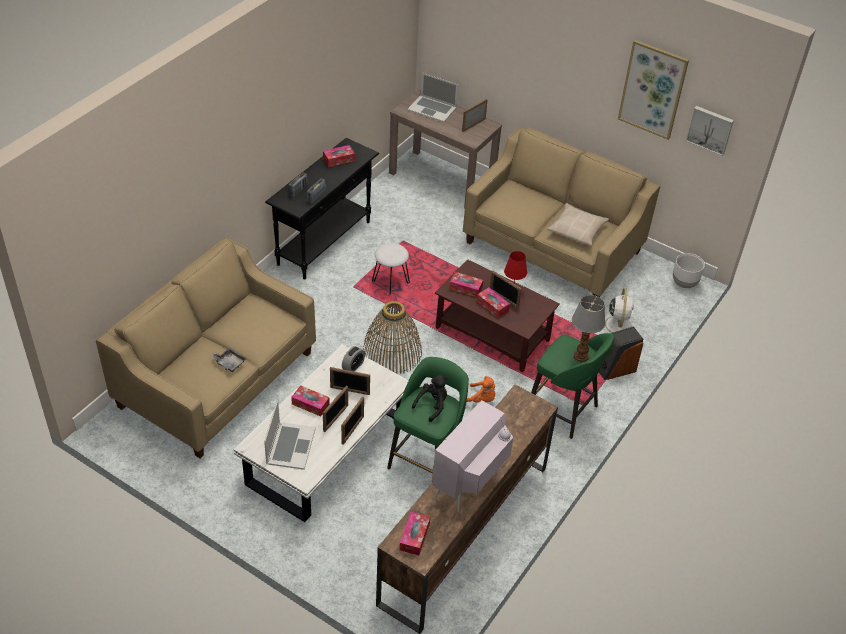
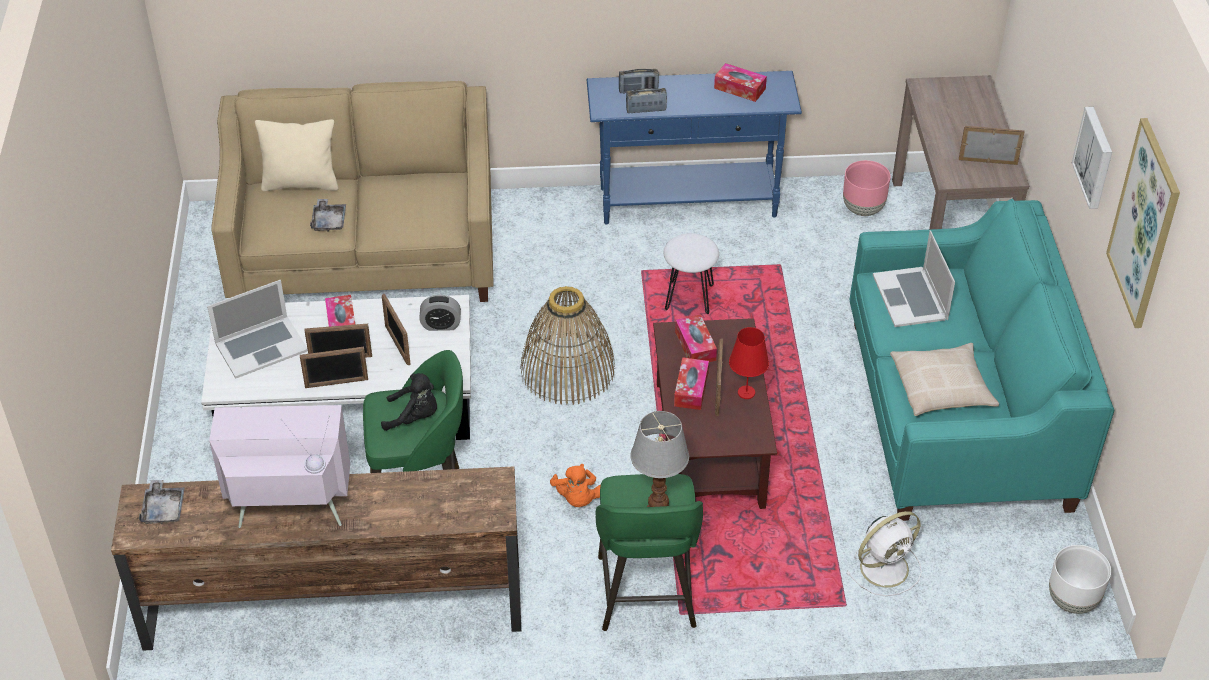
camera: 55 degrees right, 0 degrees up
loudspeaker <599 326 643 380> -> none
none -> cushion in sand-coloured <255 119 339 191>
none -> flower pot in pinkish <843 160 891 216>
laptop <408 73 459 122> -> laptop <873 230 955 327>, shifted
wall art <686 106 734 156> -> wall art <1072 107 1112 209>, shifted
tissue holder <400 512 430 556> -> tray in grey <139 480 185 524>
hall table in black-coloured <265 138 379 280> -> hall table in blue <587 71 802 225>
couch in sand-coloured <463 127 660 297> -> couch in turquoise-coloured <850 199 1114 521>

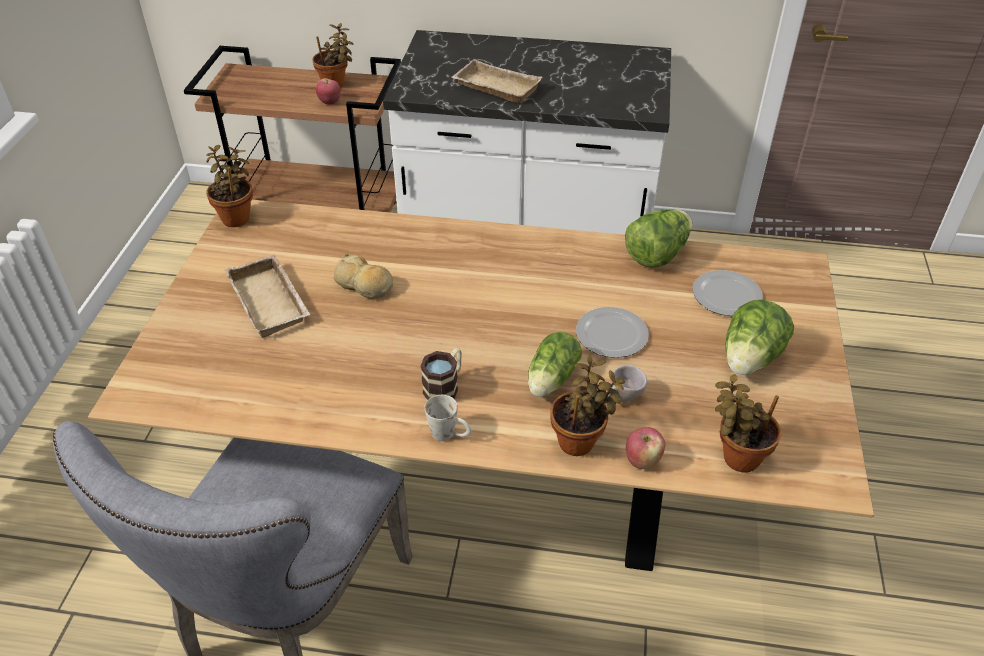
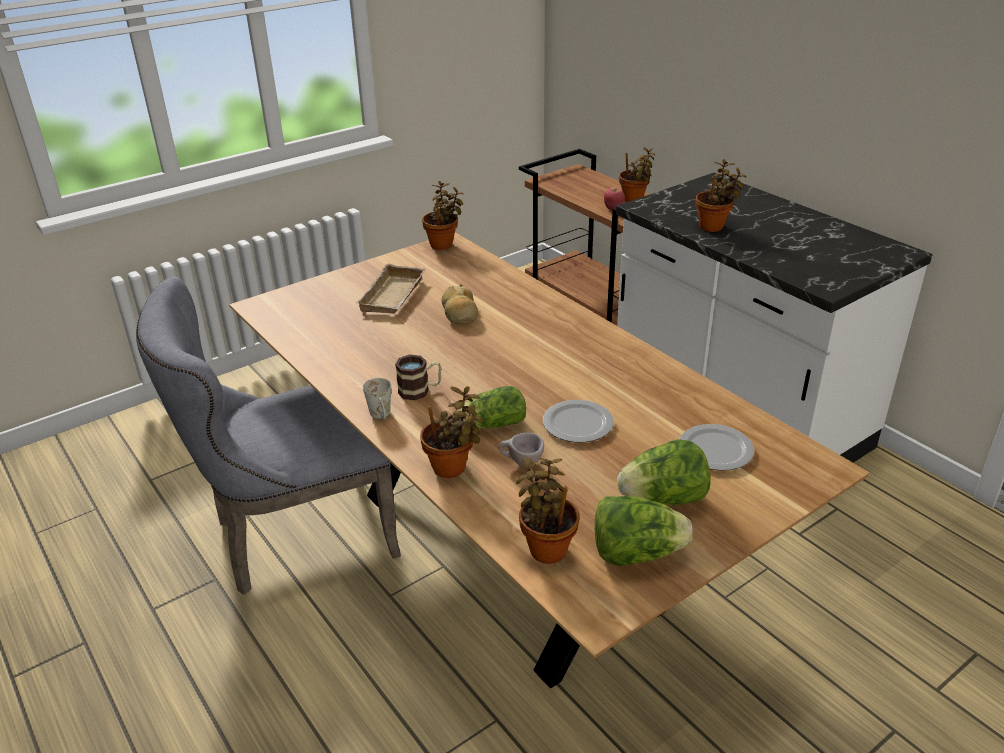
camera: 45 degrees right, 10 degrees down
apple fruit <626 427 665 469> -> none
lettuce head <625 209 692 268> -> lettuce head <595 496 693 566>, shifted
tray in sand-coloured <451 59 542 103> -> plant in a pot <695 159 747 232>

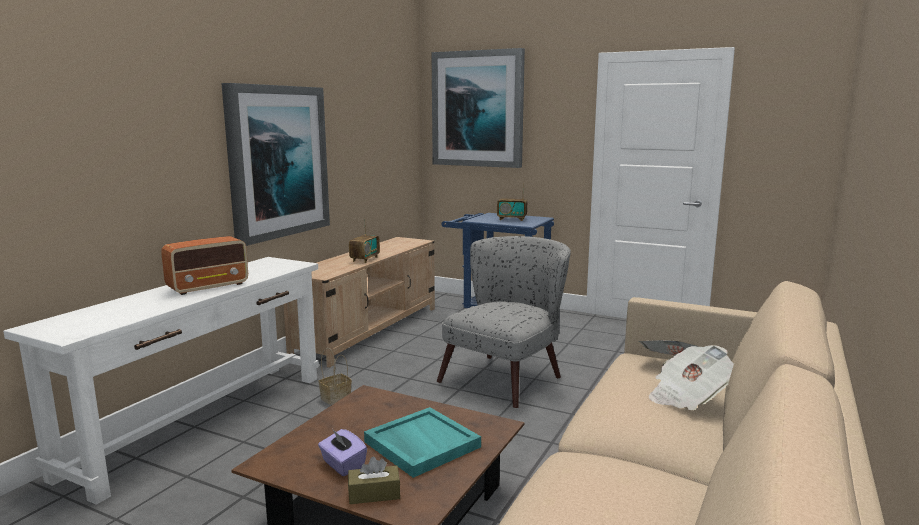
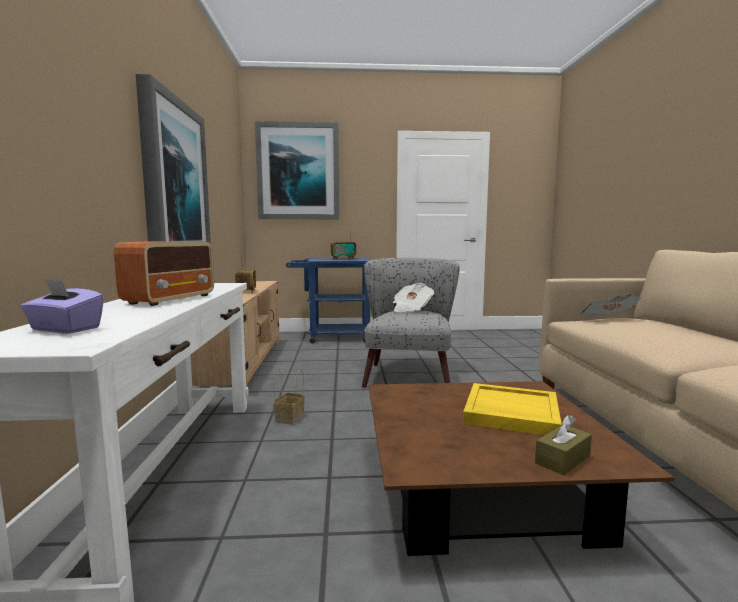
camera: 30 degrees left, 5 degrees down
tissue holder in purplish <318 429 367 476> -> tissue holder in purplish <20 279 104 334>, shifted
daily paper <648 345 734 410> -> daily paper <393 283 434 312>, shifted
tray in turquoise-coloured <364 407 481 478> -> tray in yellow-coloured <463 383 562 435>

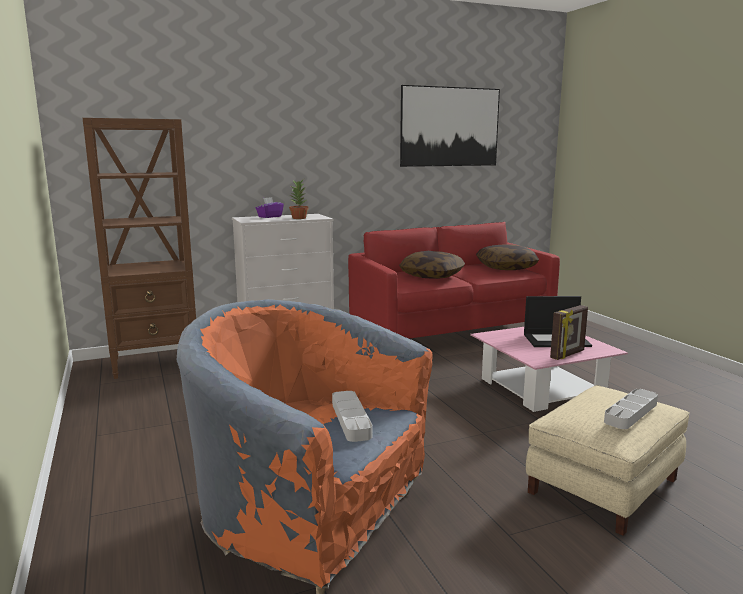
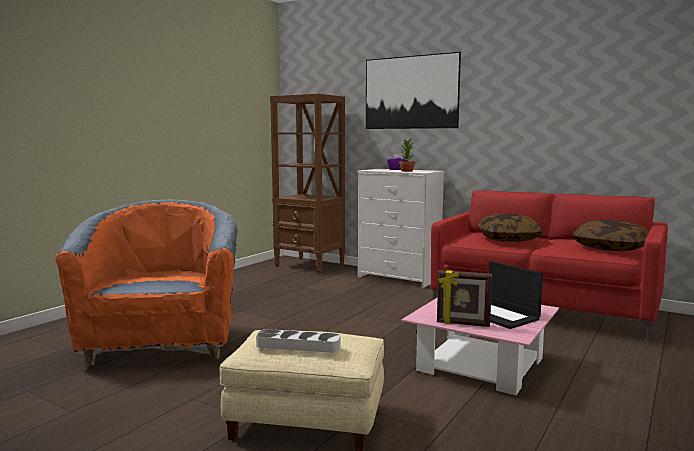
camera: 55 degrees right, 5 degrees down
tray in grey <332 391 372 442> -> none
wall art <400 85 500 167> -> wall art <366 52 461 129>, shifted

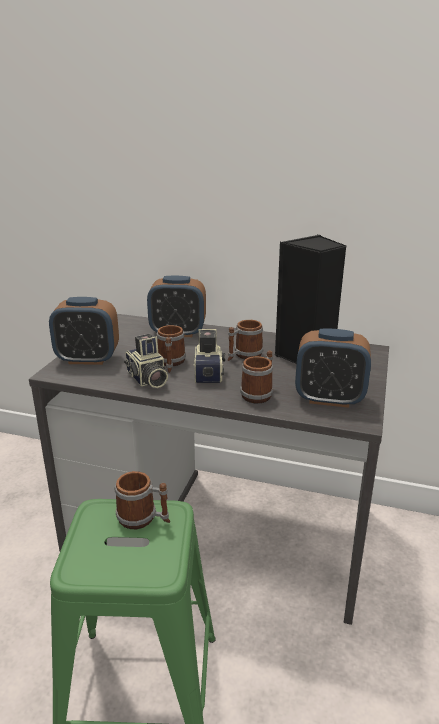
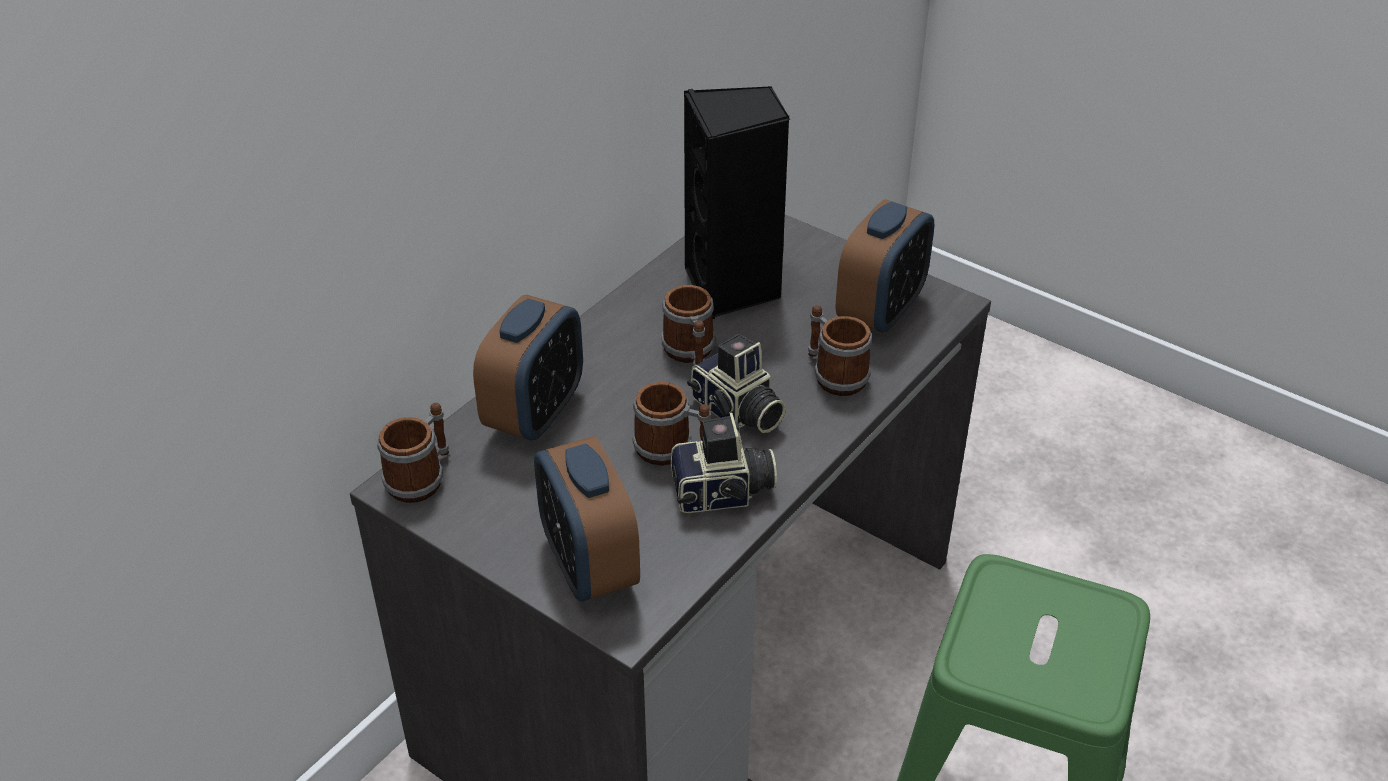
camera: 70 degrees left, 15 degrees up
coffee mug <115 471 170 529> -> coffee mug <377 403 449 503>, shifted
table clock <49 297 119 365> -> table clock <534 436 640 602>, 135 degrees clockwise
still camera <194 329 225 383> -> still camera <687 334 786 433>, 150 degrees counterclockwise

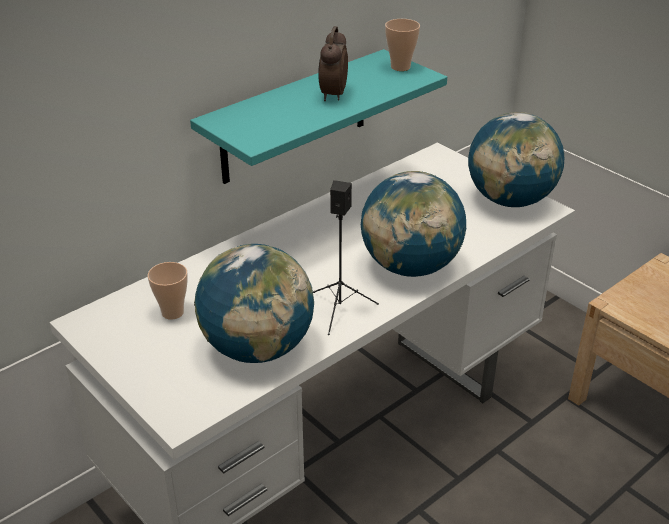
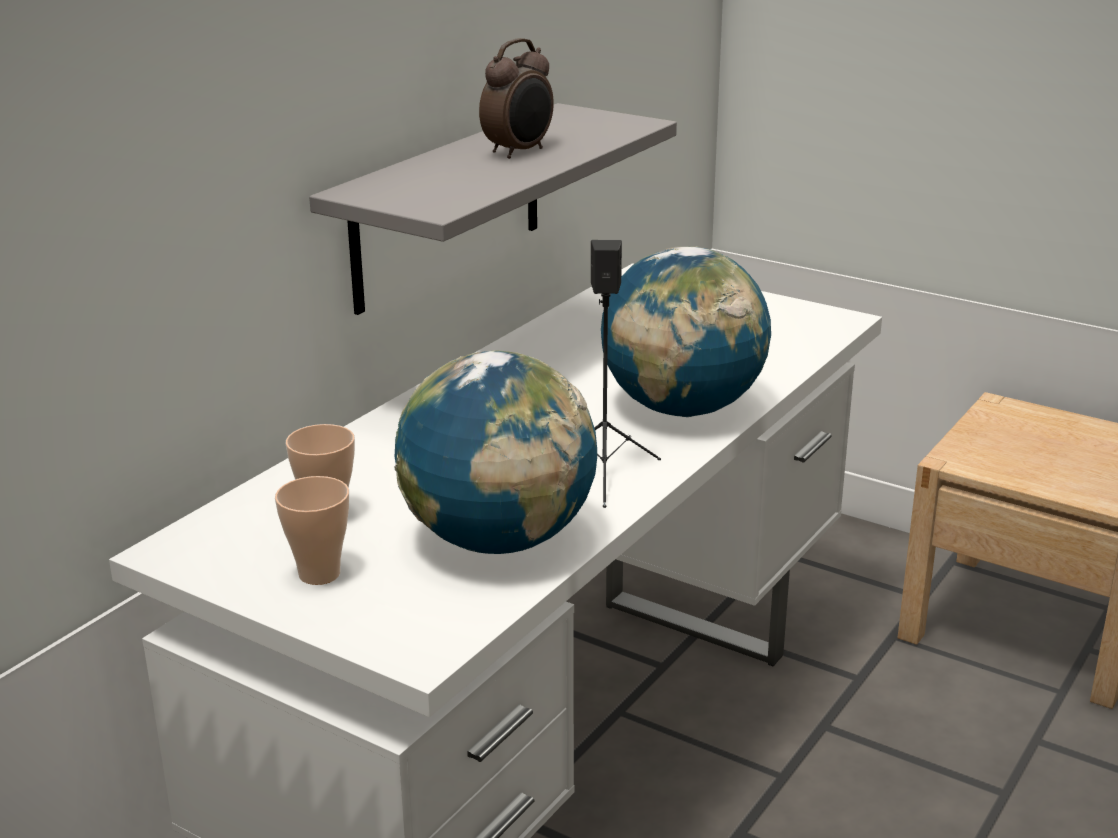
camera: 15 degrees left, 10 degrees down
world globe <468 112 564 207> -> none
drinking cup <385 19 420 71> -> drinking cup <275 476 349 585>, shifted
bracket shelf in turquoise-coloured <190 49 447 184> -> bracket shelf in grey <309 103 677 315>
table clock <318 26 348 101> -> table clock <479 38 554 159>, 135 degrees counterclockwise

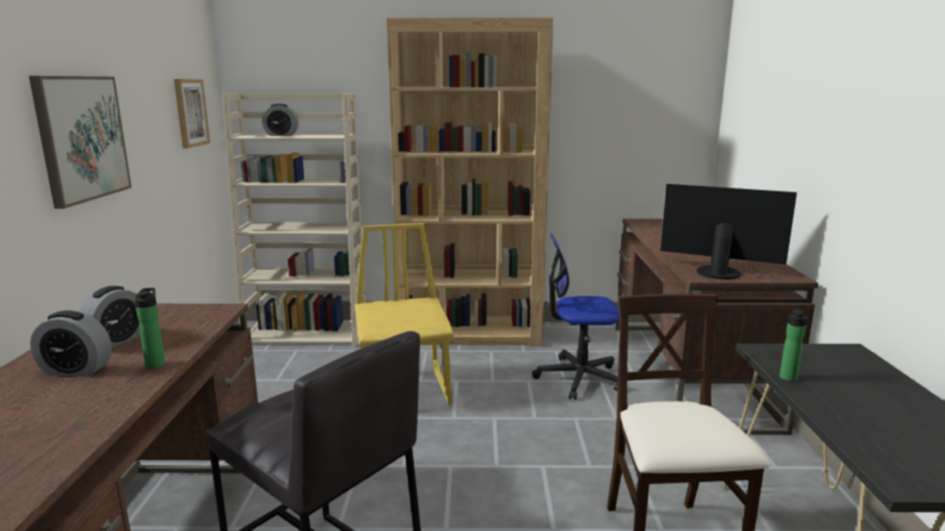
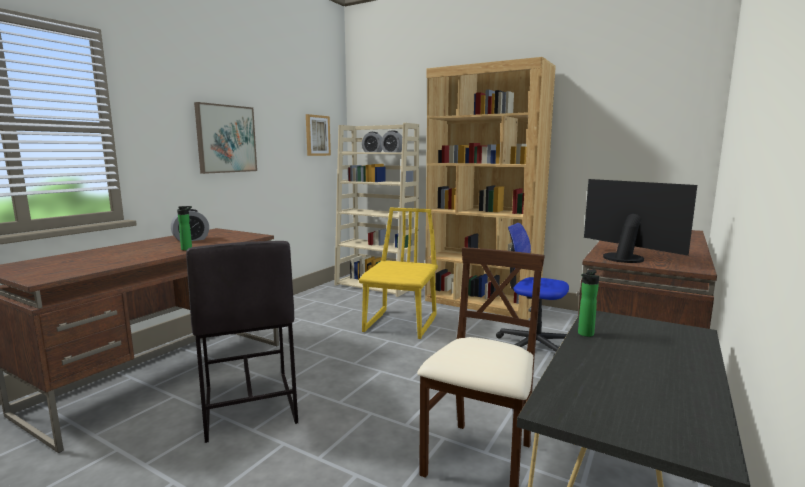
camera: 30 degrees right, 5 degrees down
table clock <30 310 112 377> -> table clock <381 130 402 152>, shifted

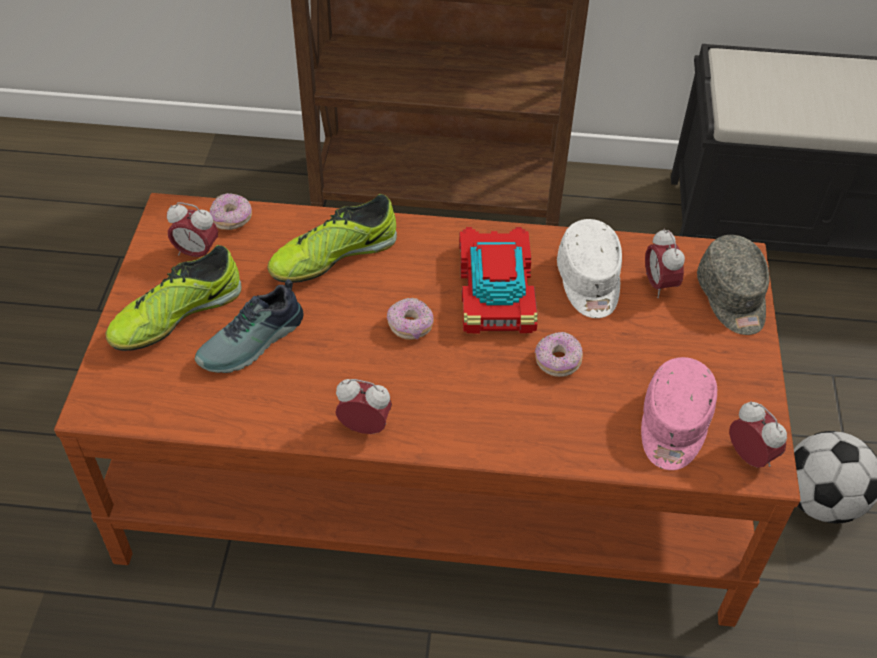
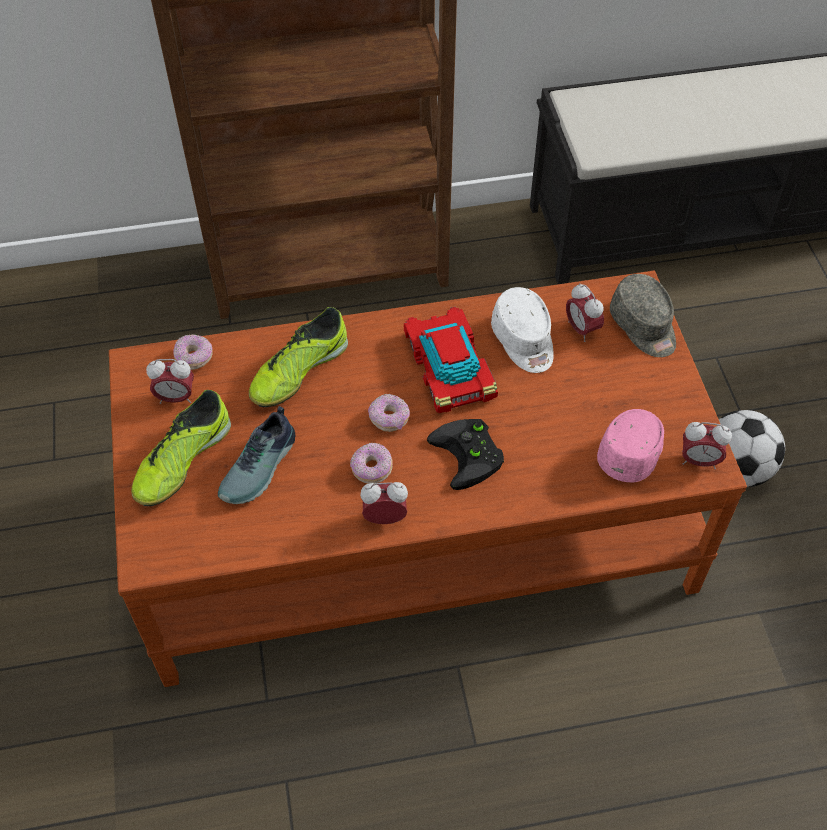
camera: 15 degrees left, 5 degrees up
none -> game controller in black-coloured <427 419 504 490>
donut <535 332 583 377> -> donut <350 443 393 484>, shifted
baseball cap in pinkish <641 357 717 470> -> baseball cap in pinkish <597 409 664 482>, 150 degrees counterclockwise
table clock <729 401 787 468> -> table clock <682 422 732 469>, 150 degrees clockwise

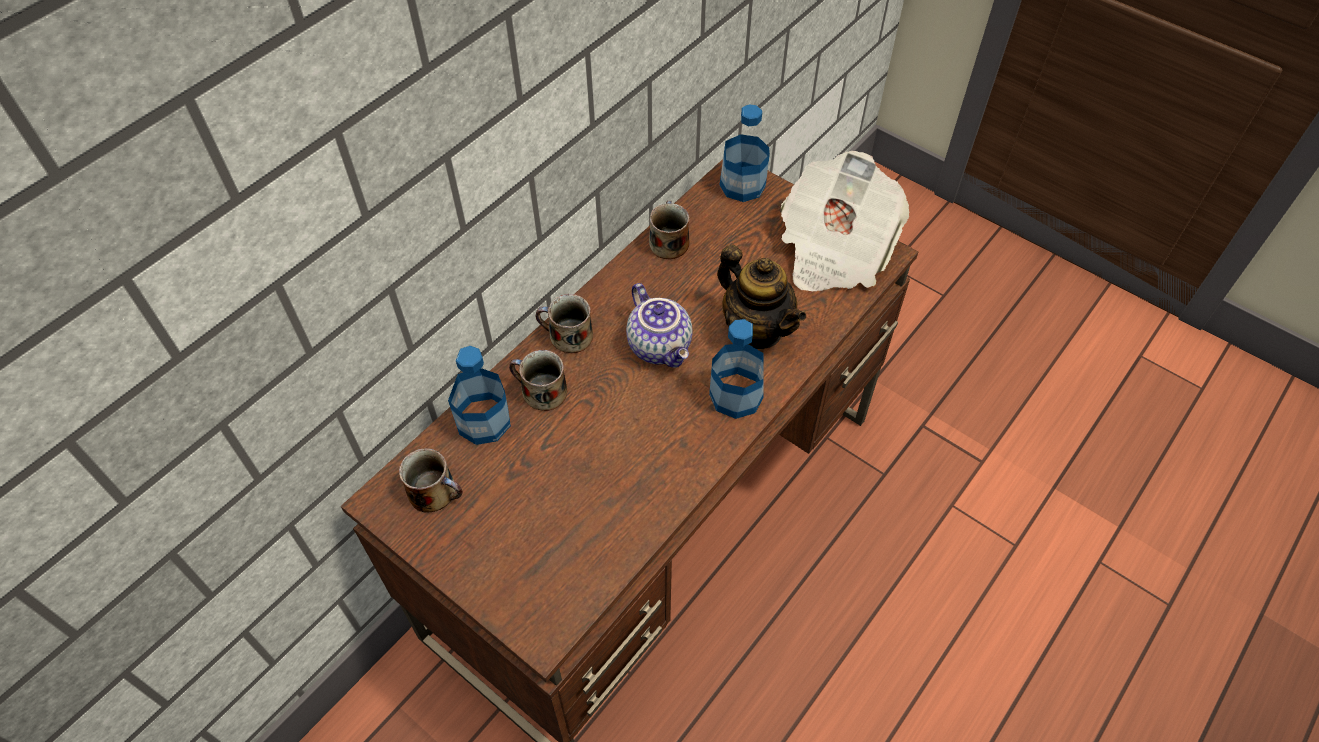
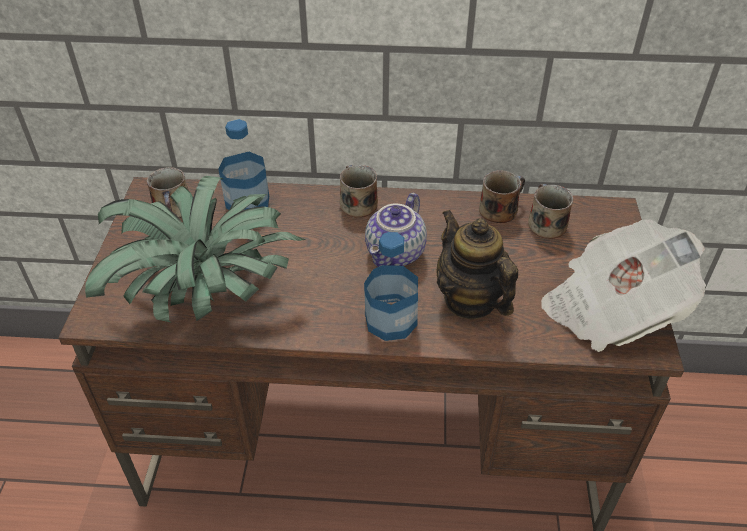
camera: 55 degrees right, 10 degrees down
drink bottle <720 104 770 202> -> none
none -> plant in a pot <85 176 306 323>
coffee mug <509 350 567 411> -> coffee mug <528 184 573 239>, shifted
tea pot <717 245 806 349> -> tea pot <436 210 518 319>, 135 degrees clockwise

